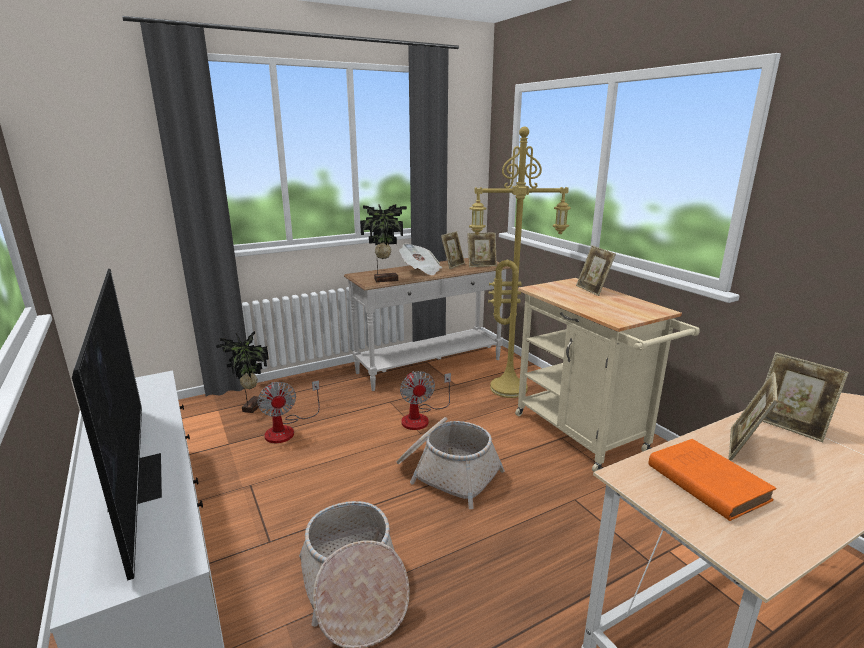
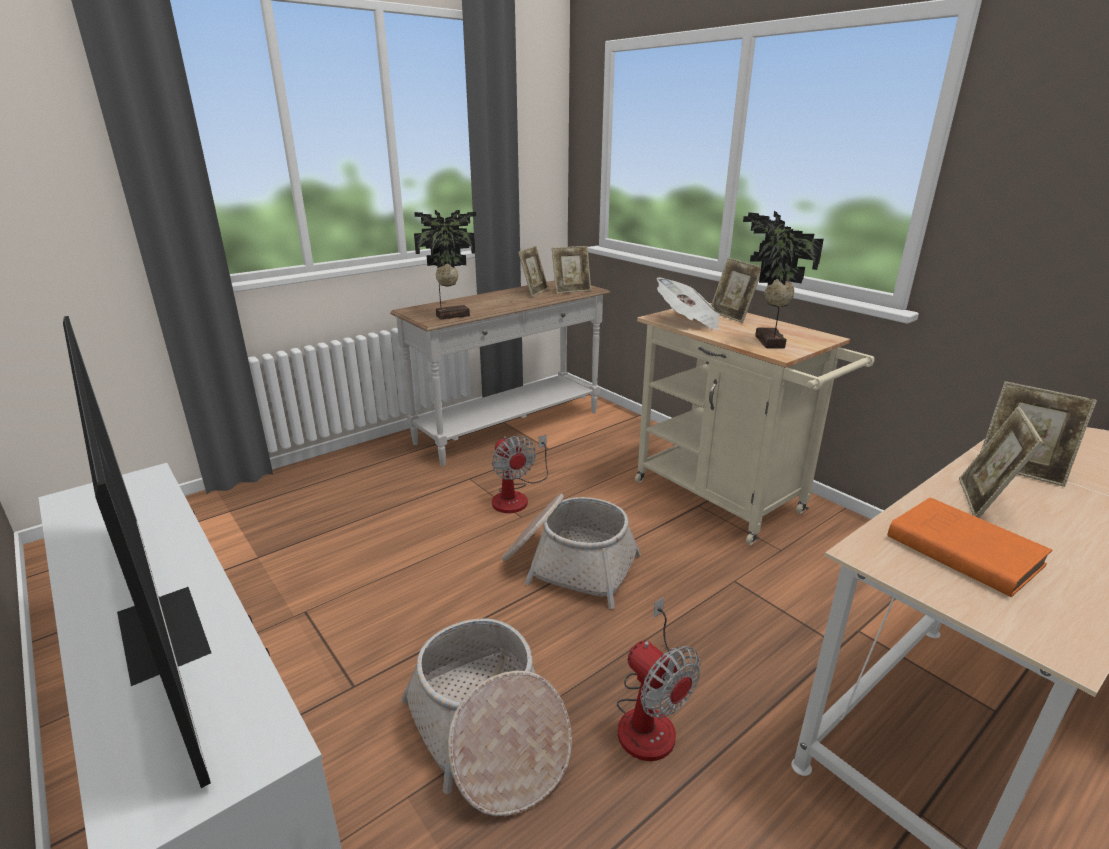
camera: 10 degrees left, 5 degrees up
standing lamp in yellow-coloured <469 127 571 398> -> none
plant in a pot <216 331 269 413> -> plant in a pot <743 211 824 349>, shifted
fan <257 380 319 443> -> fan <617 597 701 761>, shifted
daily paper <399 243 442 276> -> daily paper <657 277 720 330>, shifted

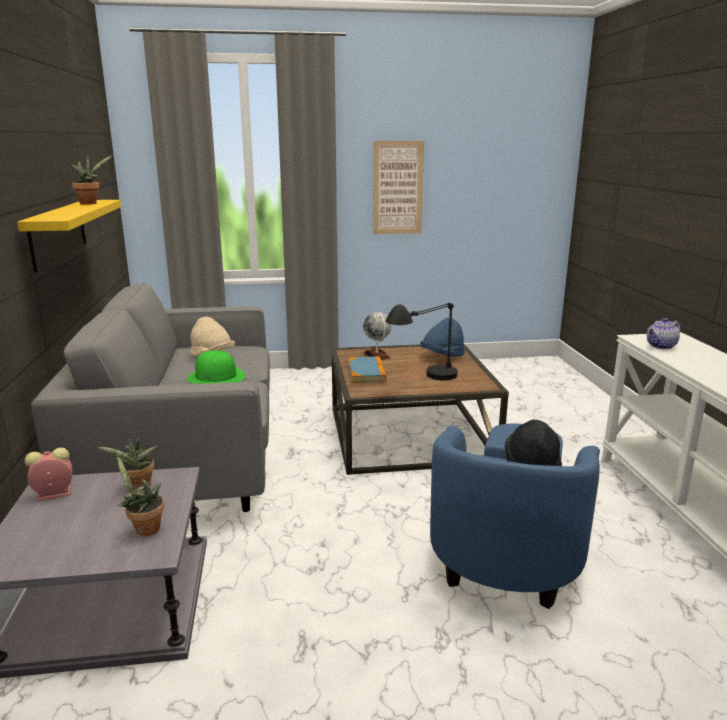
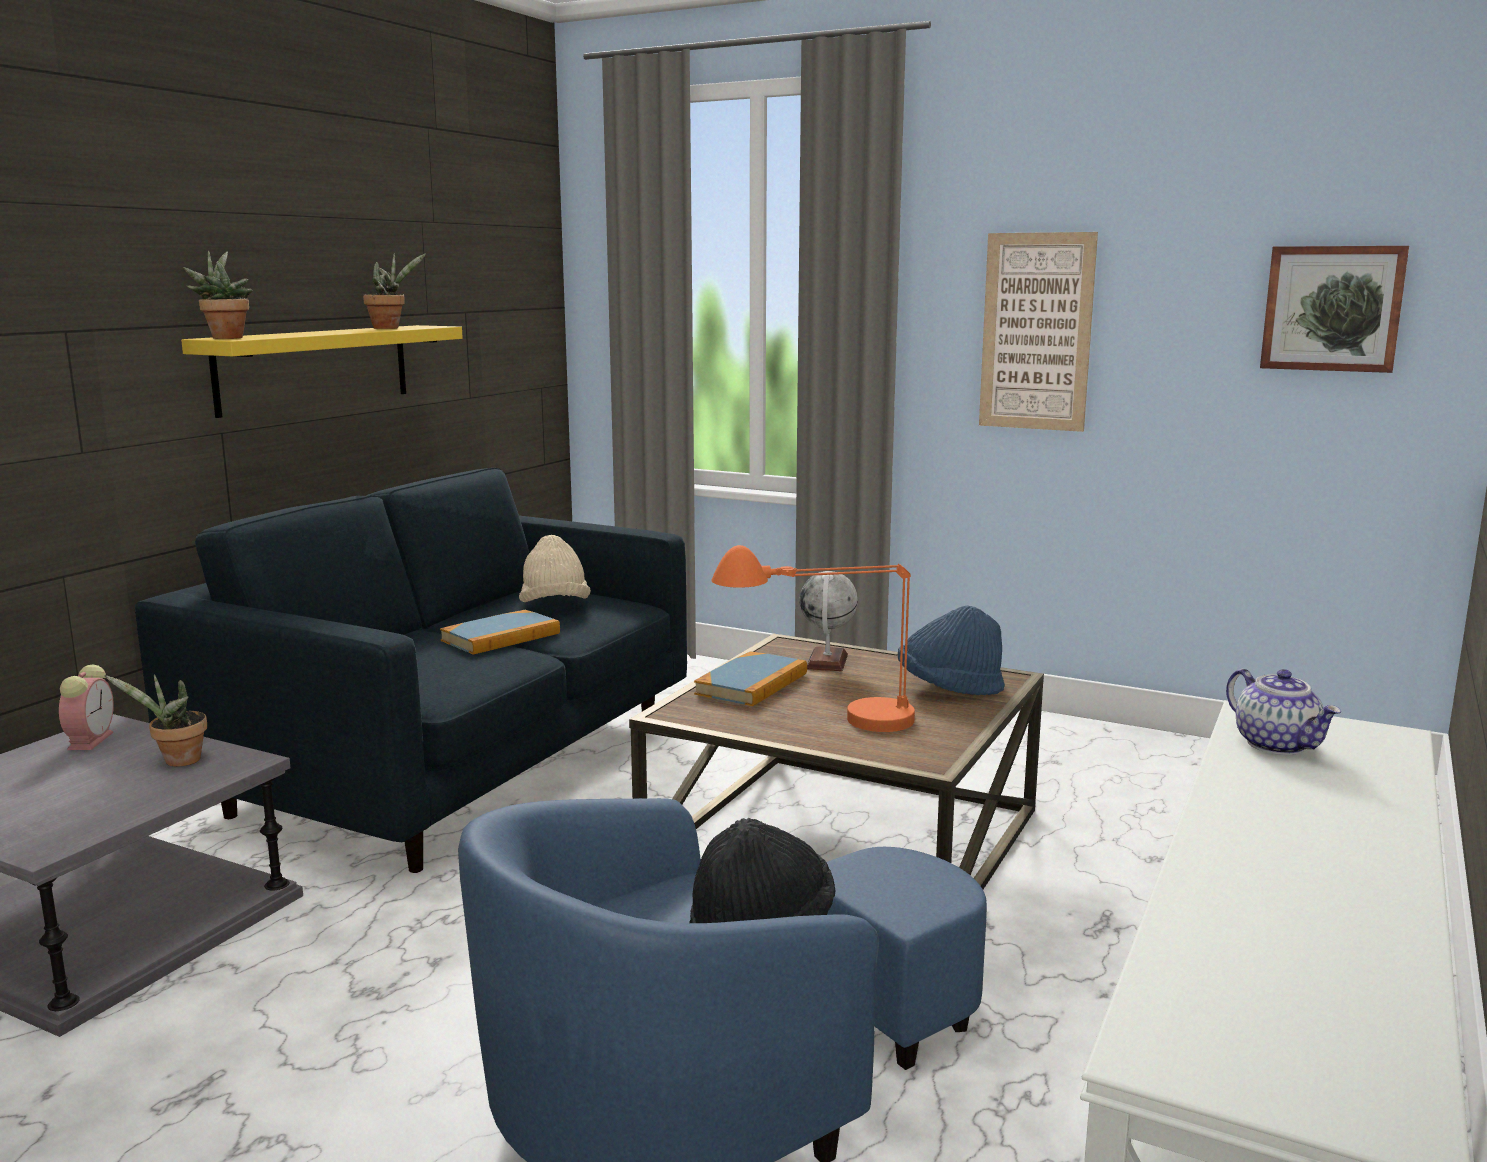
camera: 35 degrees right, 5 degrees down
none -> wall art <1260 246 1409 373>
plant in a pot <118 457 164 536> -> plant in a pot <183 251 253 339>, shifted
clothing hat in green <187 350 246 384> -> volume <440 610 560 655>
couch in grey <31 283 270 512> -> couch in blue <135 468 687 873>
lamp for a table in black-coloured <385 303 457 380> -> lamp for a table in orange-coloured <711 545 915 732>
table clock <25 448 73 501> -> table clock <59 665 114 750>, 75 degrees clockwise
tea pot <647 318 681 349> -> tea pot <1226 669 1341 755>, 120 degrees counterclockwise

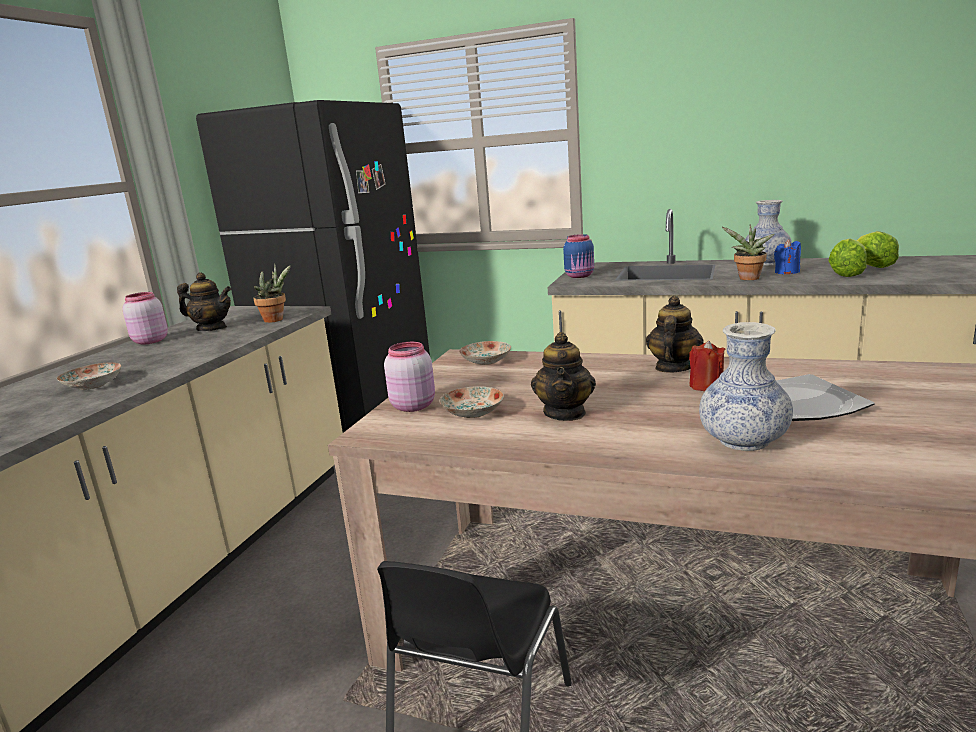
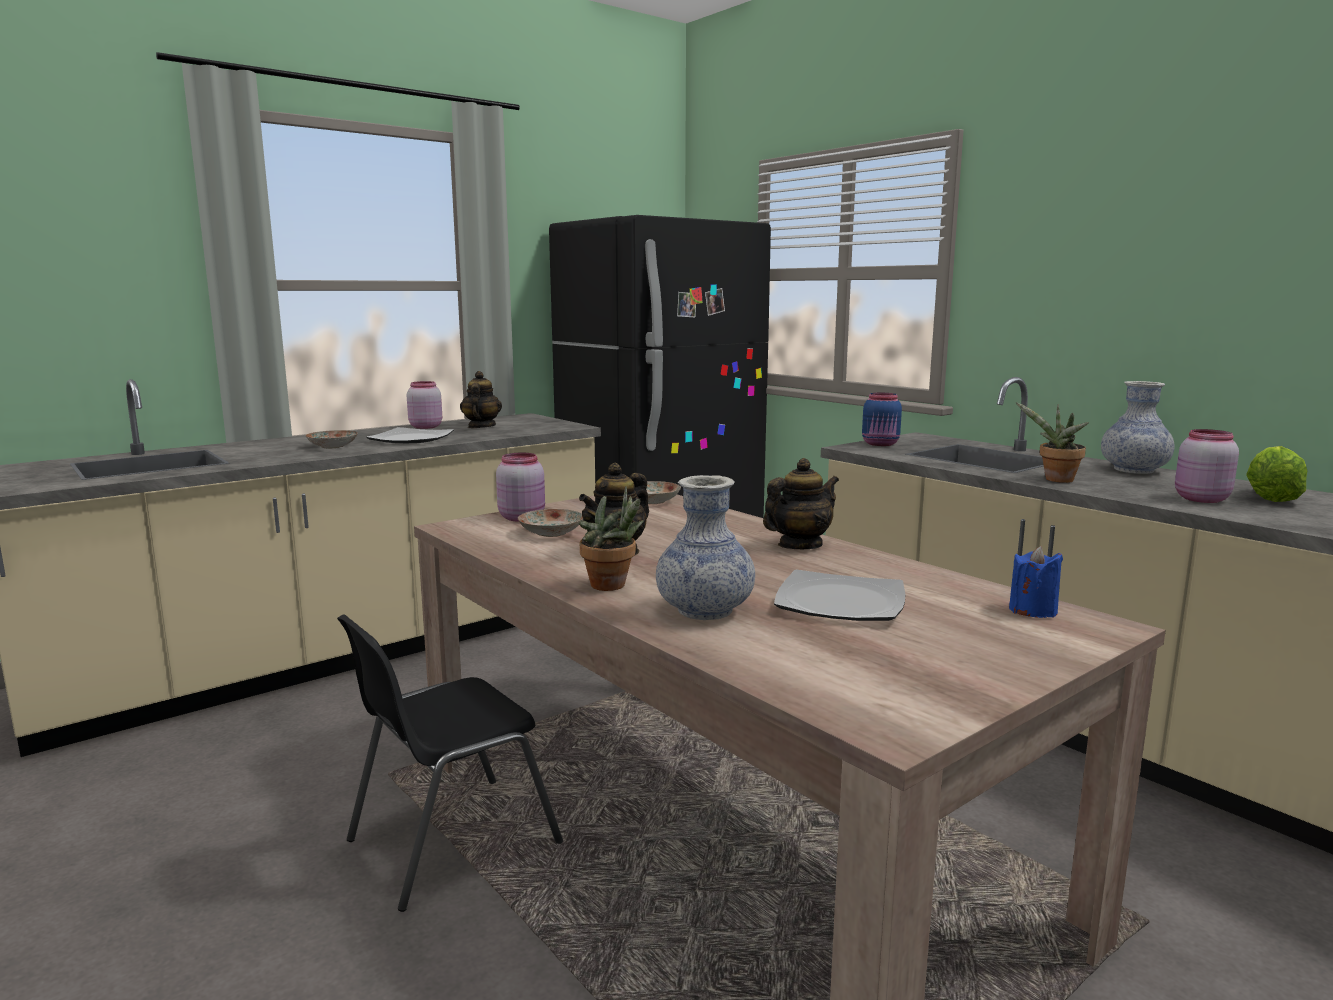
camera: 30 degrees right, 5 degrees down
wax candle in reddish <689 341 725 391> -> none
none -> dinner plate <366 427 454 443>
plant in a pot <253 263 291 323> -> plant in a pot <579 486 644 591>, shifted
wax candle in blue <774 239 801 274> -> wax candle in blue <1009 546 1063 618>, shifted
lettuce head <828 239 867 277> -> jar in pinkish <1175 429 1239 503>
tea pot <177 272 231 331> -> tea pot <460 371 502 428>, 135 degrees counterclockwise

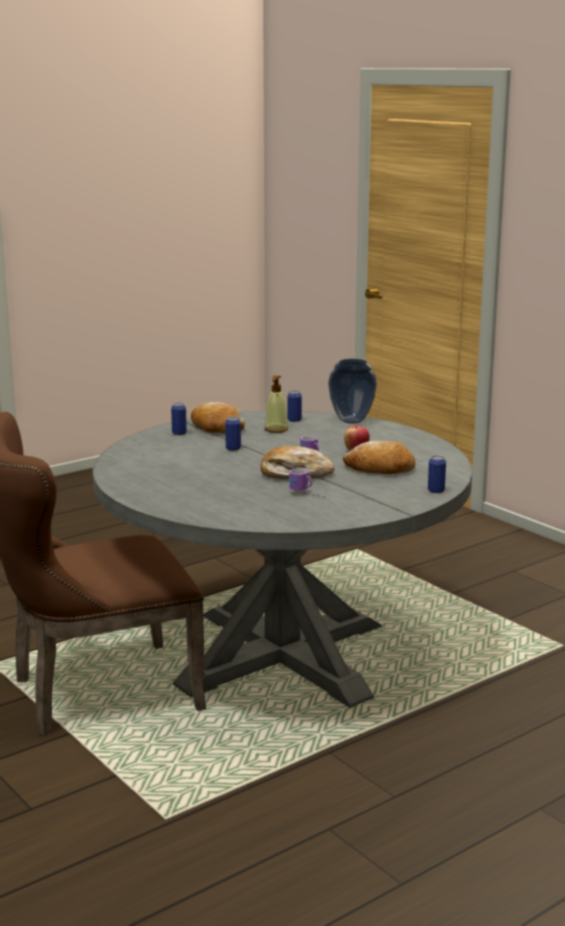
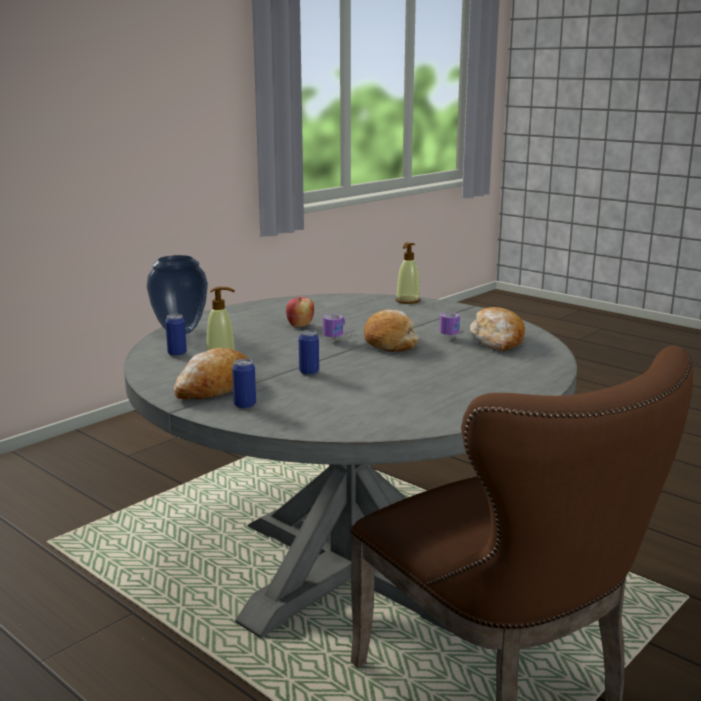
camera: 100 degrees left, 0 degrees up
baked bread <343 441 415 474> -> baked bread <470 307 525 351>, shifted
sealed can <428 455 446 493> -> liquid soap bottle <395 243 421 304>

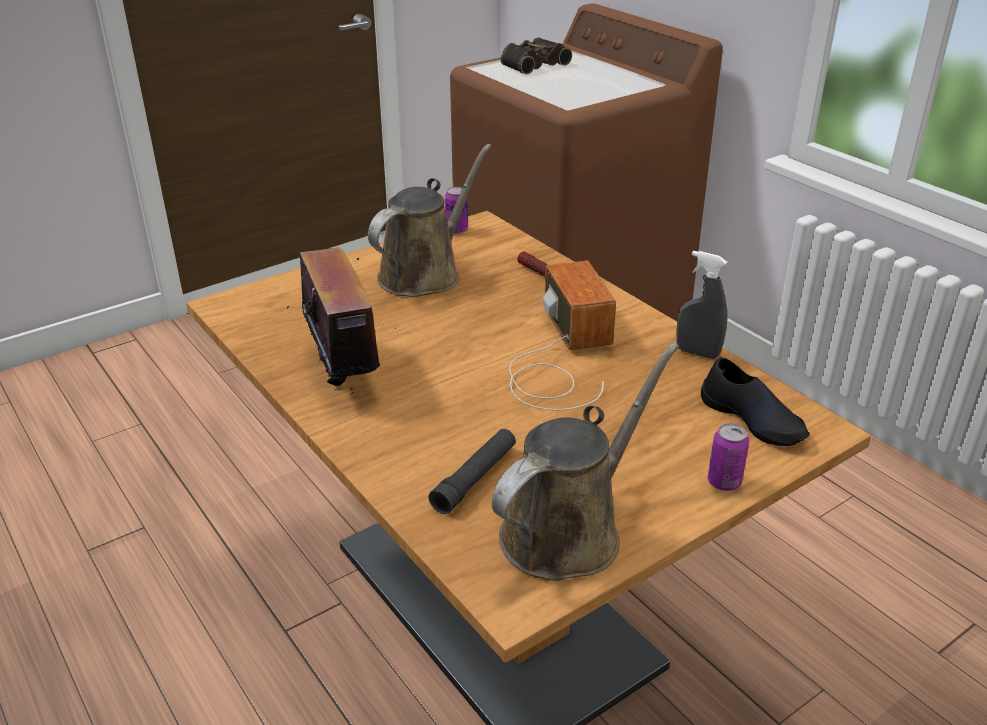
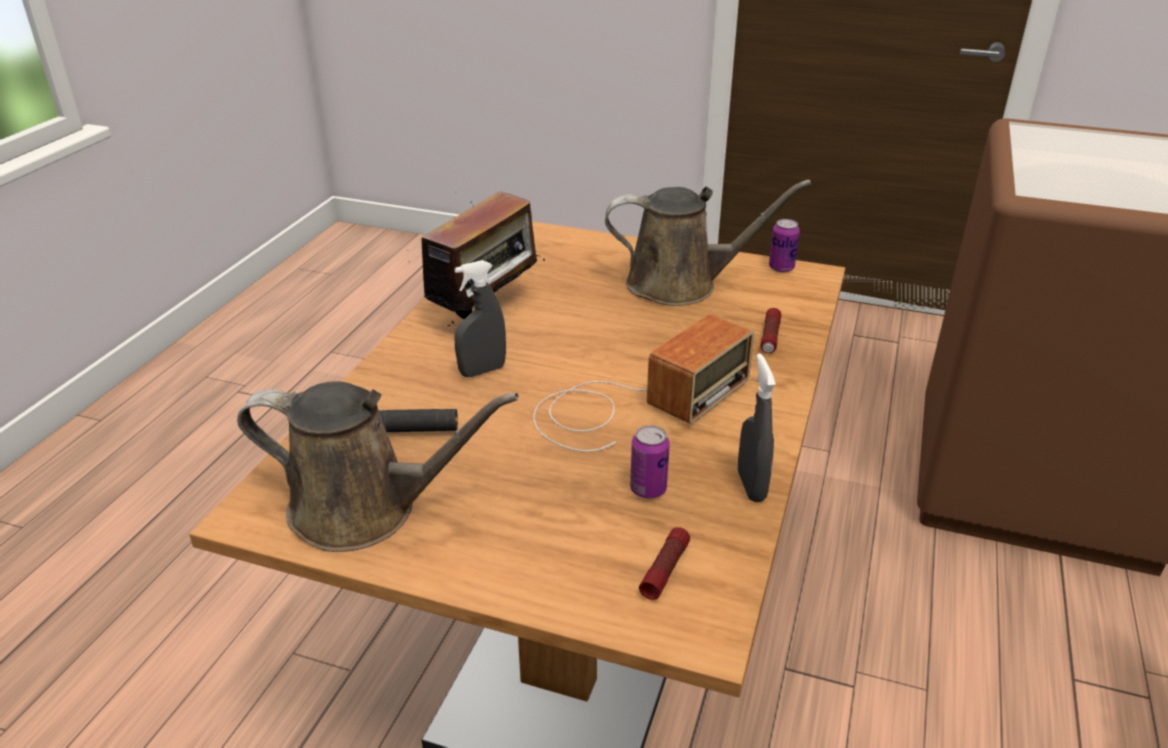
camera: 55 degrees right, 0 degrees up
binoculars <501 37 572 75> -> none
none -> sprayer in grey <454 260 506 377>
sealed can <708 423 749 491> -> sealed can <630 425 670 499>, shifted
item of footwear in black-coloured <701 357 810 446> -> torch <639 527 690 600>

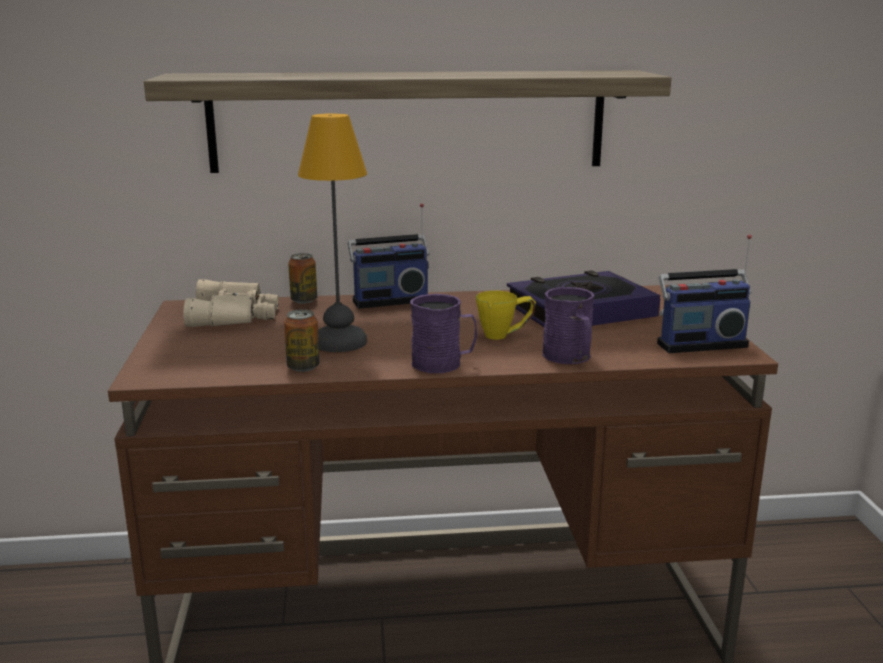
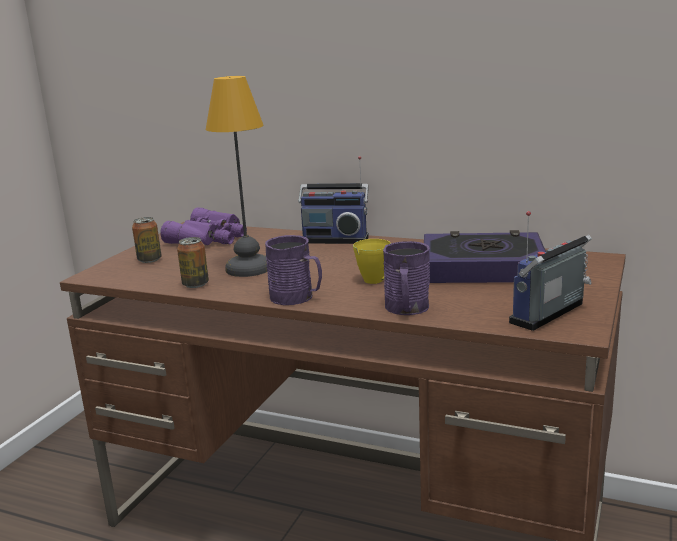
camera: 30 degrees right, 0 degrees up
bracket shelf <144 71 671 173> -> none
sealed can <288 253 317 304> -> sealed can <132 217 162 263>, shifted
binoculars in sand-coloured <183 279 279 327> -> binoculars in purplish <160 207 247 245>
radio set <657 234 752 353> -> radio set <509 211 592 331>, 120 degrees clockwise

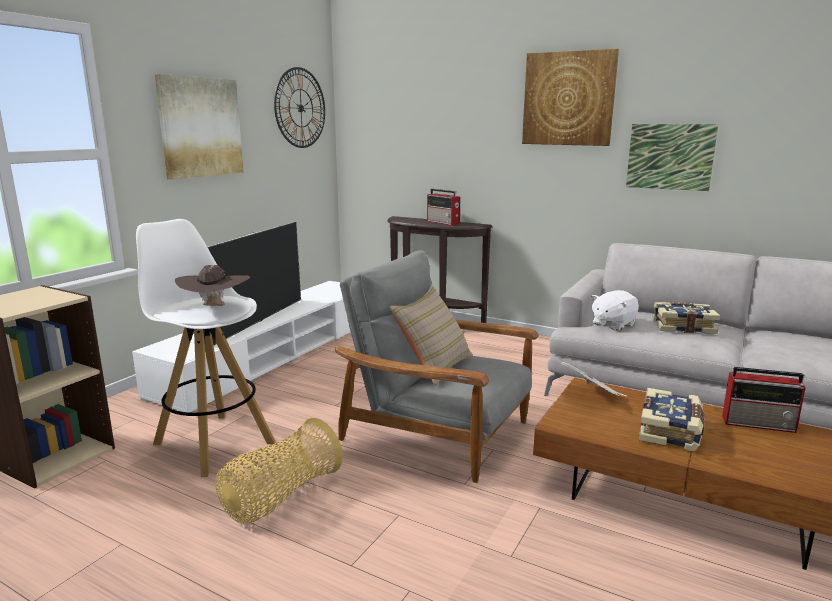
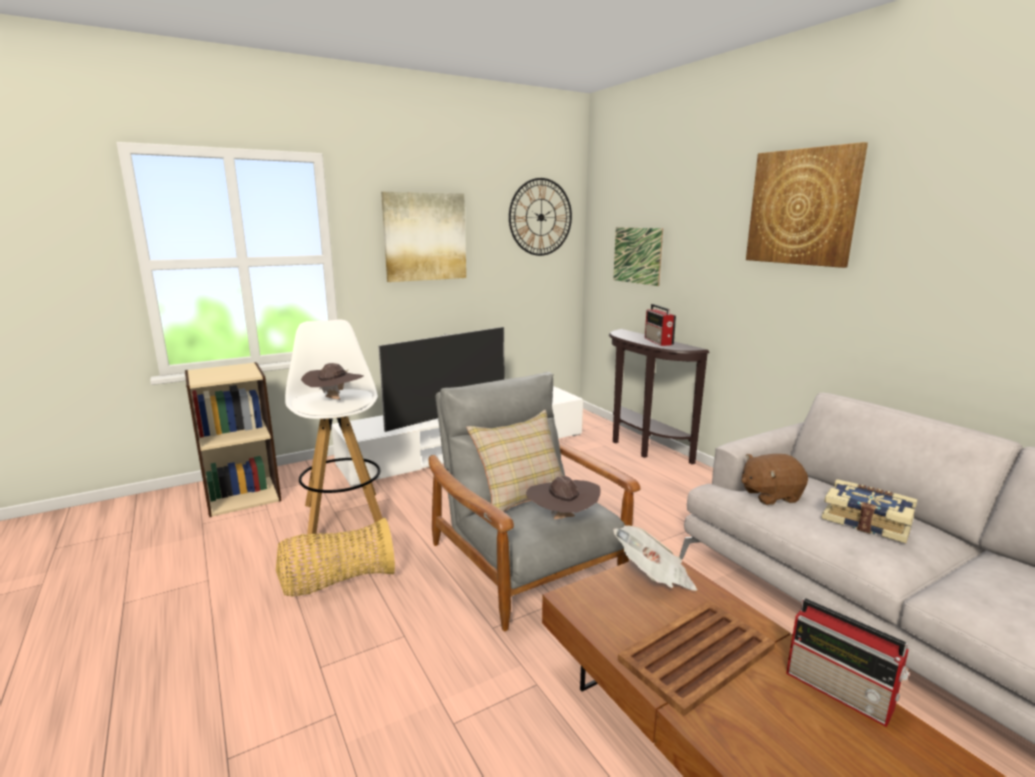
camera: 30 degrees right, 0 degrees up
none -> clothing hat in brownish <526 476 601 519>
wall art <626 124 718 191> -> wall art <613 227 663 286>, shifted
volume <639 388 705 451> -> tray in brownish <618 601 775 716>
soft toy in whitish <591 290 639 331> -> soft toy in brownish <741 454 808 505>

